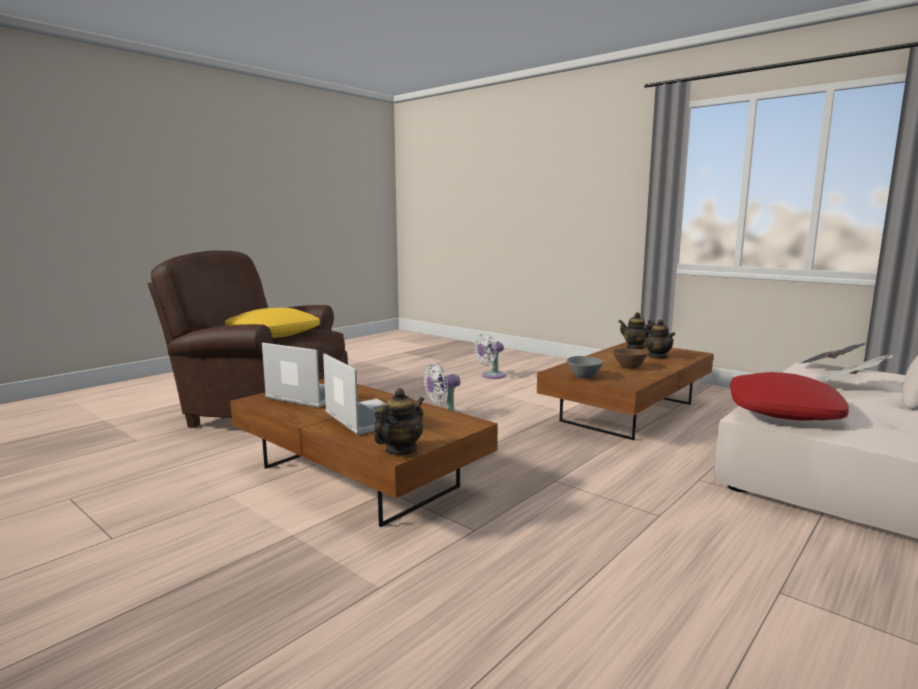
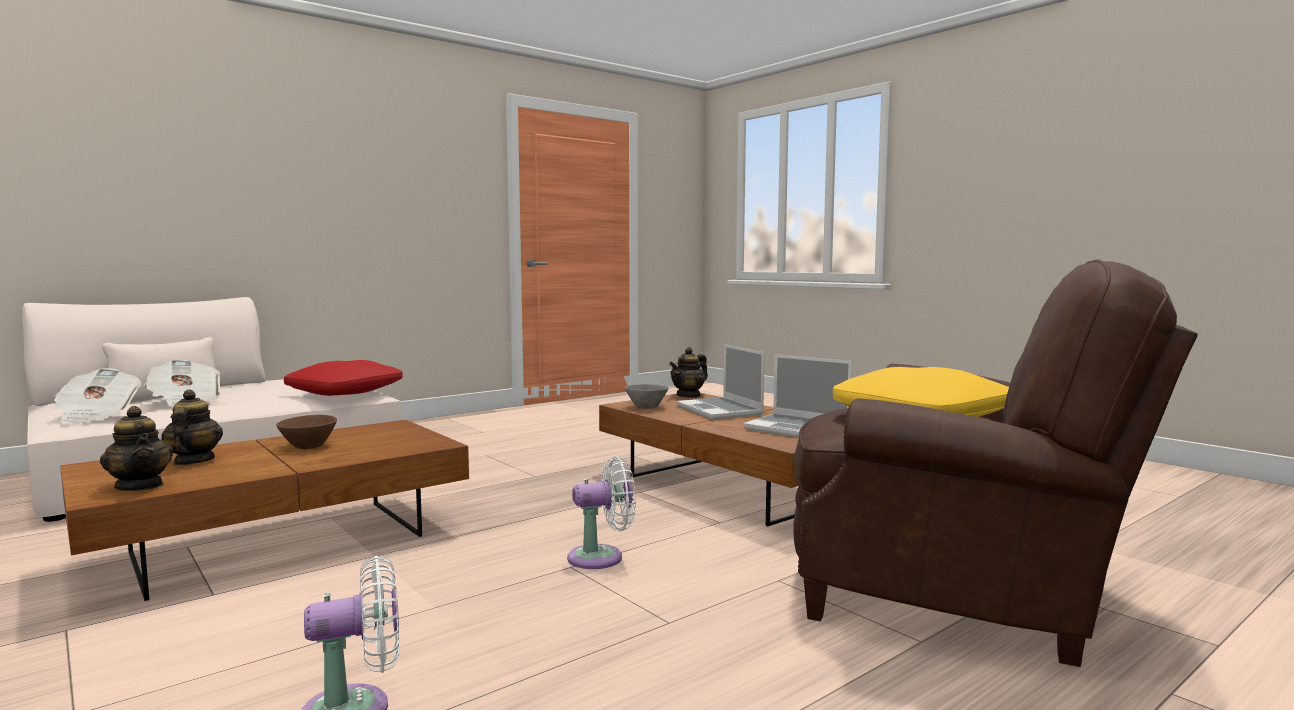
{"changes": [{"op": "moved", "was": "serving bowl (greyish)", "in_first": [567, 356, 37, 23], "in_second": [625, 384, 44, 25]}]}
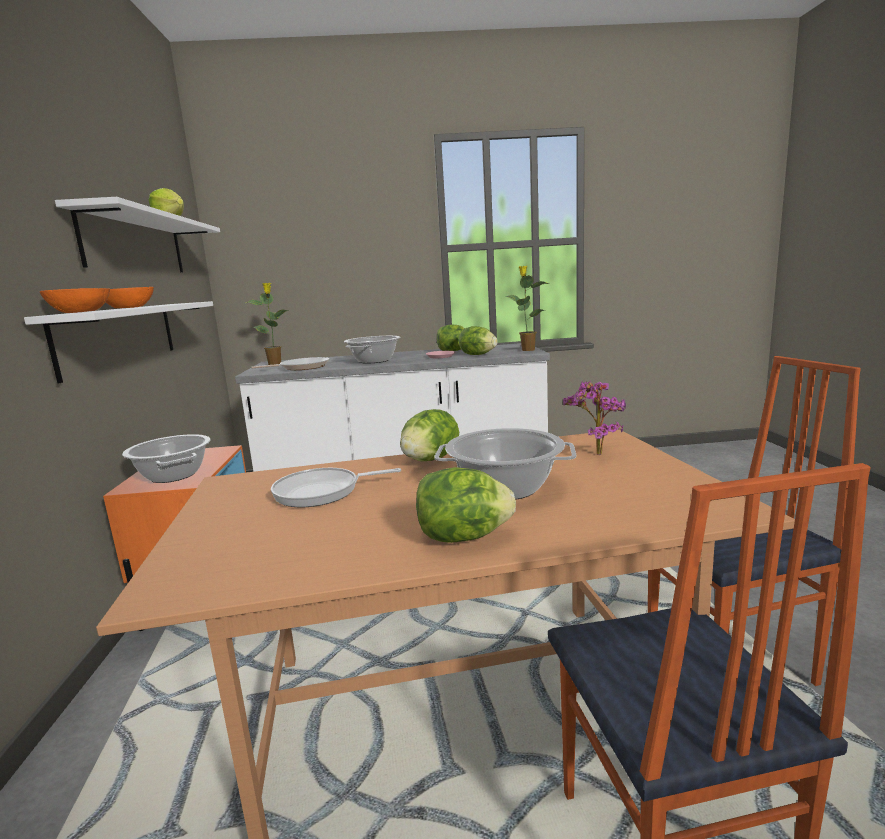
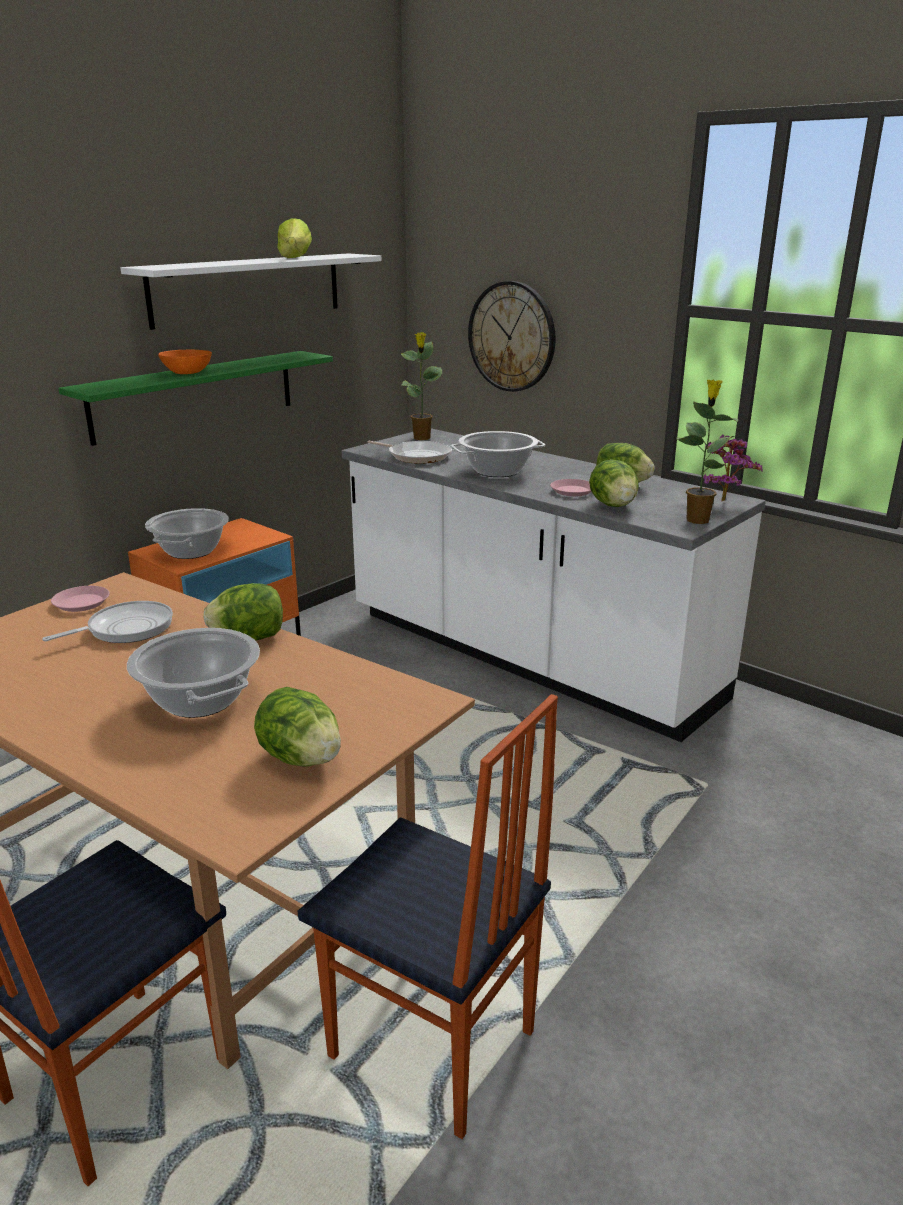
{"changes": [{"op": "recoloured", "was": "bracket shelf (white)", "now": "bracket shelf (green-coloured)", "in_first": [24, 301, 189, 83], "in_second": [58, 351, 275, 95]}, {"op": "removed", "was": "serving bowl (orange-coloured)", "in_first": [40, 288, 70, 25]}, {"op": "turned", "was": "pan", "in_first": [271, 468, 130, 39], "in_second": [42, 601, 131, 42], "clockwise": 105}, {"op": "moved", "was": "lettuce", "in_first": [416, 467, 100, 76], "in_second": [254, 687, 87, 80]}, {"op": "moved", "was": "houseplant", "in_first": [563, 381, 63, 74], "in_second": [703, 434, 60, 67]}, {"op": "added", "now": "dinner plate (pinkish)", "in_second": [51, 586, 59, 26]}, {"op": "added", "now": "hanging clock", "in_second": [468, 281, 88, 111]}]}
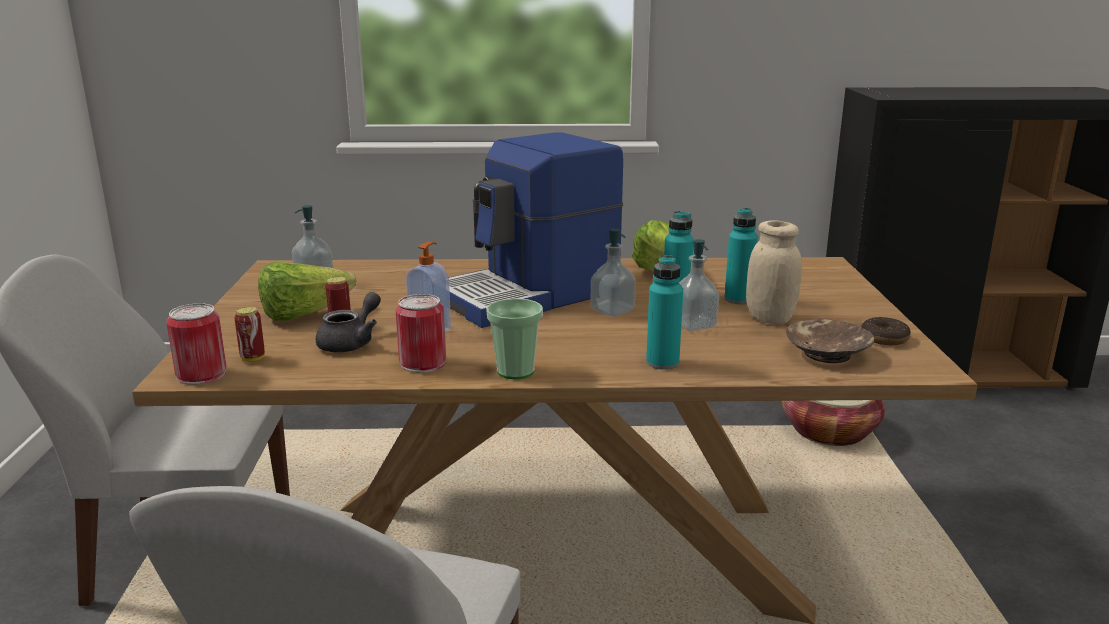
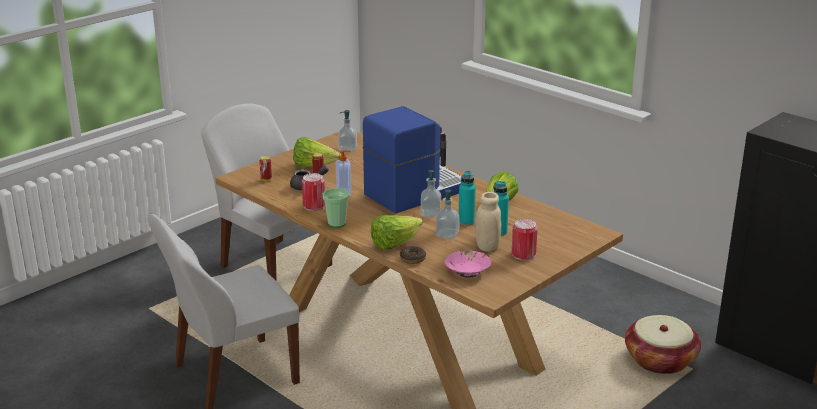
{"changes": [{"op": "moved", "was": "sealed can", "in_first": [166, 303, 60, 82], "in_second": [512, 219, 26, 41]}, {"op": "turned", "was": "coffee machine", "in_first": [449, 132, 174, 196], "in_second": [363, 106, 98, 108], "clockwise": 135}, {"op": "replaced", "was": "drink bottle (blue-green)", "now": "lettuce", "in_first": [646, 255, 37, 115], "in_second": [371, 215, 52, 35]}, {"op": "recoloured", "was": "serving bowl (brownish)", "now": "serving bowl (pinkish)", "in_first": [786, 319, 88, 44], "in_second": [445, 250, 46, 27]}, {"op": "moved", "was": "doughnut", "in_first": [861, 317, 50, 28], "in_second": [400, 246, 26, 18]}]}
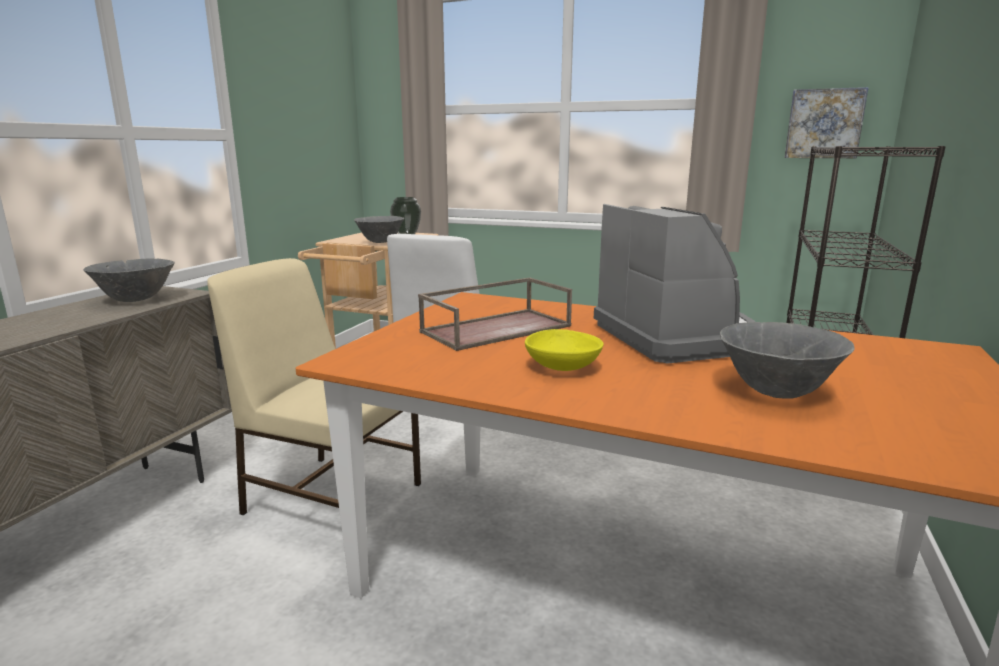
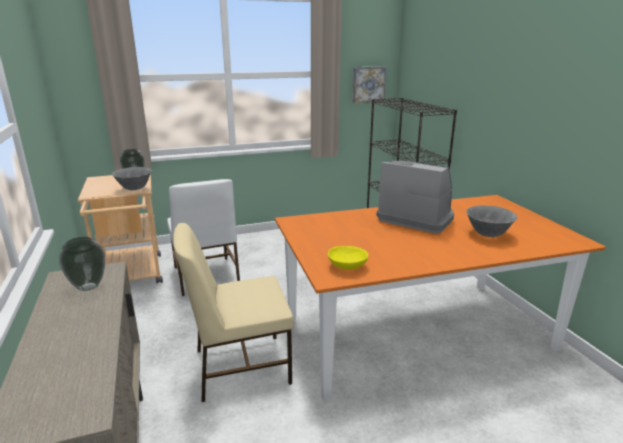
{"changes": [{"op": "replaced", "was": "serving bowl (greyish)", "now": "flower vase", "in_first": [83, 258, 92, 44], "in_second": [59, 237, 46, 54]}, {"op": "removed", "was": "serving tray (brownish)", "in_first": [418, 278, 154, 73]}, {"op": "moved", "was": "serving bowl (yellowish)", "in_first": [525, 329, 79, 42], "in_second": [328, 246, 40, 24]}]}
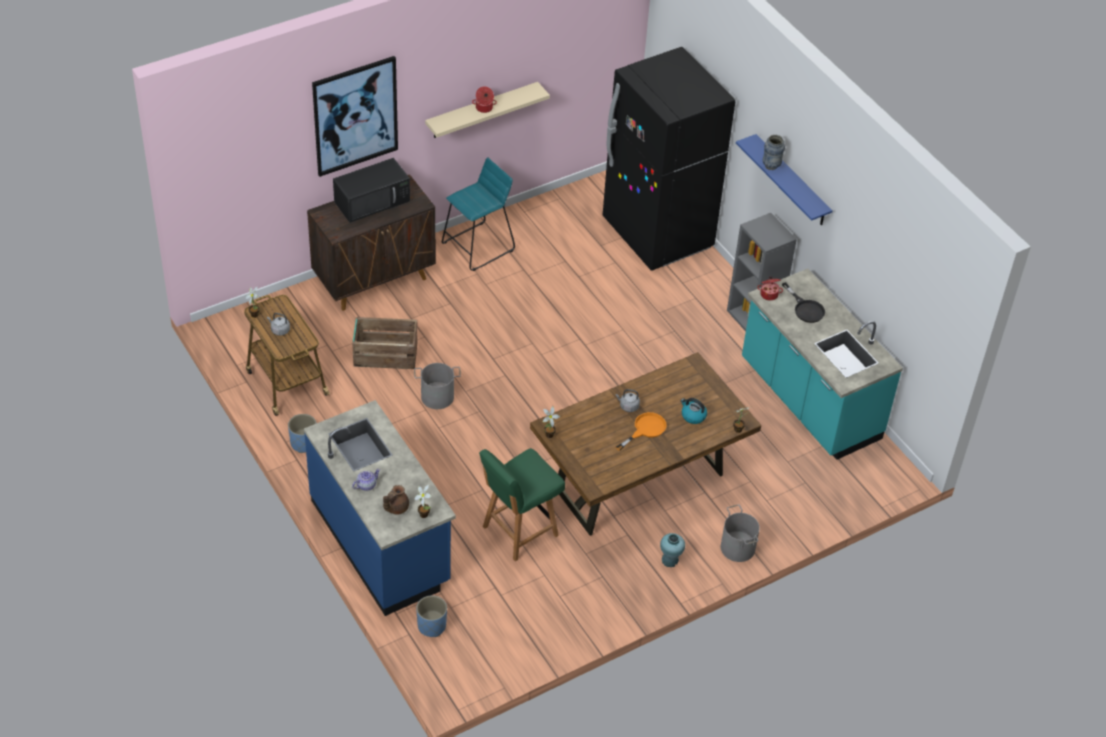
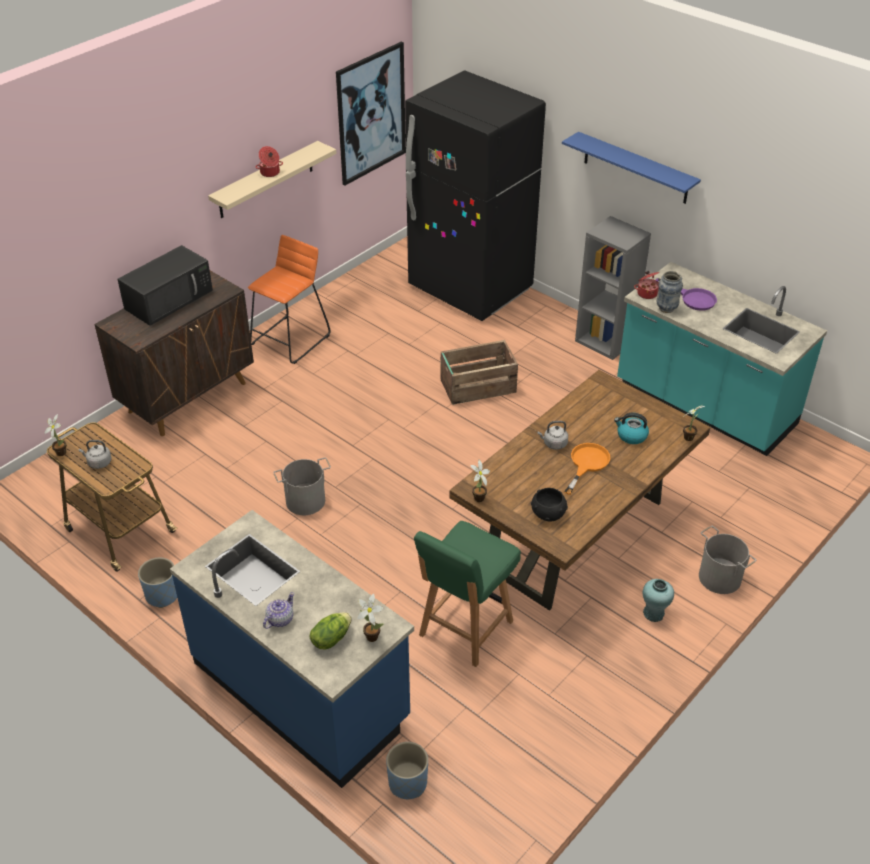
{"changes": [{"op": "moved", "was": "wall art", "in_first": [312, 56, 86, 121], "in_second": [336, 42, 70, 144]}, {"op": "moved", "was": "packing crate", "in_first": [352, 317, 65, 52], "in_second": [441, 340, 77, 65]}, {"op": "replaced", "was": "teapot (brownish)", "now": "lettuce", "in_first": [383, 485, 26, 30], "in_second": [310, 612, 42, 37]}, {"op": "recoloured", "was": "stool (blue-green)", "now": "stool (orange-coloured)", "in_first": [442, 157, 73, 114], "in_second": [248, 235, 83, 129]}, {"op": "moved", "was": "flower vase", "in_first": [763, 135, 22, 35], "in_second": [657, 271, 26, 42]}, {"op": "recoloured", "was": "pan (blackish)", "now": "pan (purple)", "in_first": [782, 282, 43, 41], "in_second": [655, 278, 62, 33]}, {"op": "added", "now": "serving bowl (blackish)", "in_second": [531, 488, 37, 34]}]}
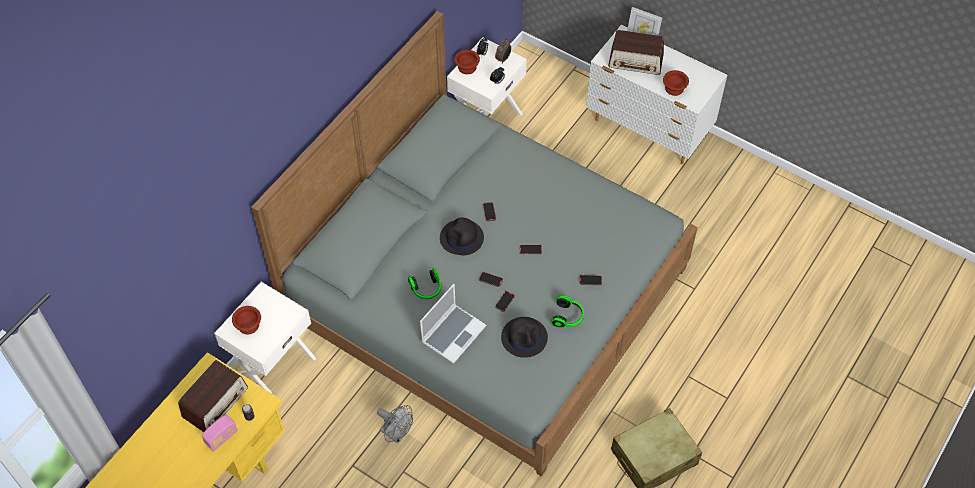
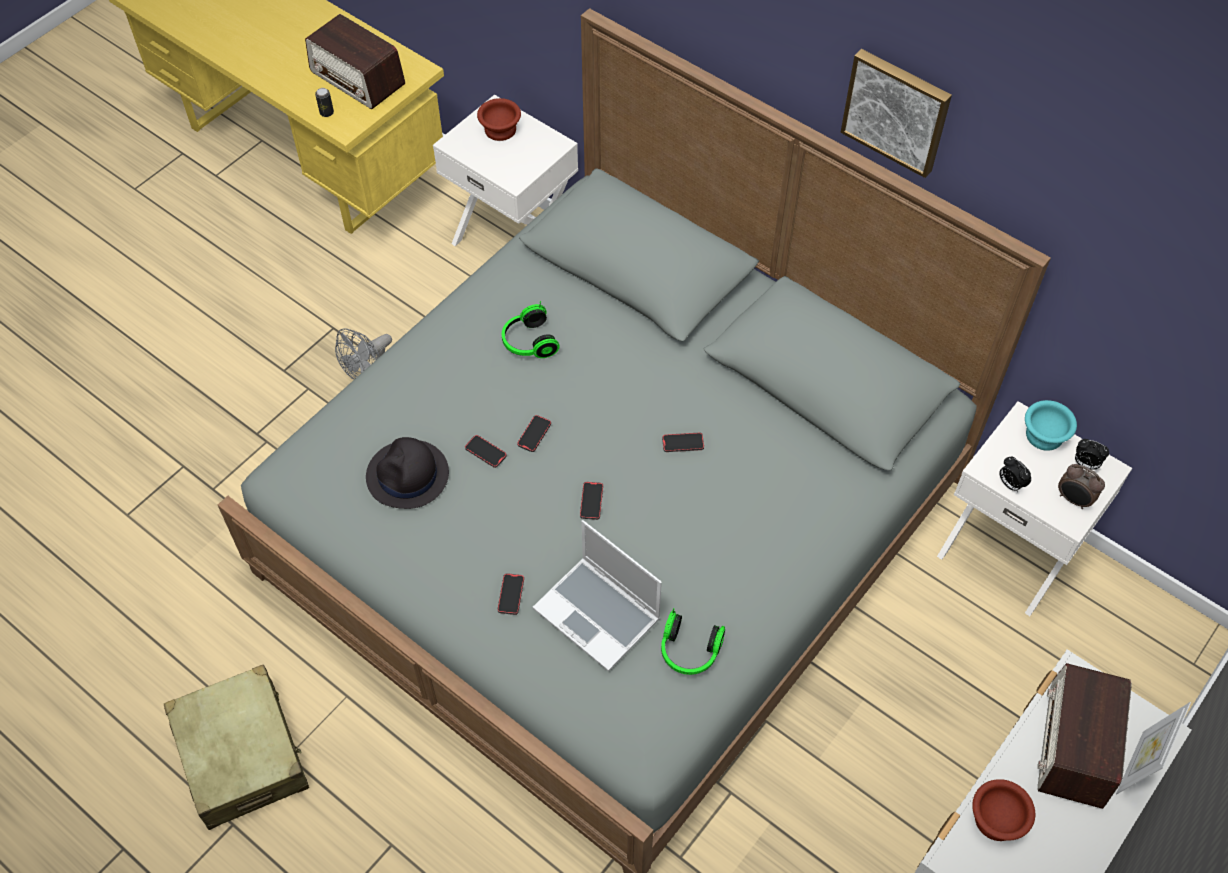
{"changes": [{"op": "removed", "was": "radio set", "in_first": [201, 414, 37, 38]}, {"op": "moved", "was": "notebook computer", "in_first": [420, 284, 66, 80], "in_second": [533, 520, 129, 152]}, {"op": "removed", "was": "hat (blackish)", "in_first": [440, 218, 44, 37]}, {"op": "recoloured", "was": "serving bowl (brownish)", "now": "serving bowl (blue-green)", "in_first": [455, 50, 25, 24], "in_second": [1025, 400, 52, 51]}, {"op": "moved", "was": "pair of headphones", "in_first": [551, 296, 33, 32], "in_second": [661, 608, 64, 67]}, {"op": "added", "now": "wall art", "in_second": [841, 49, 111, 129]}]}
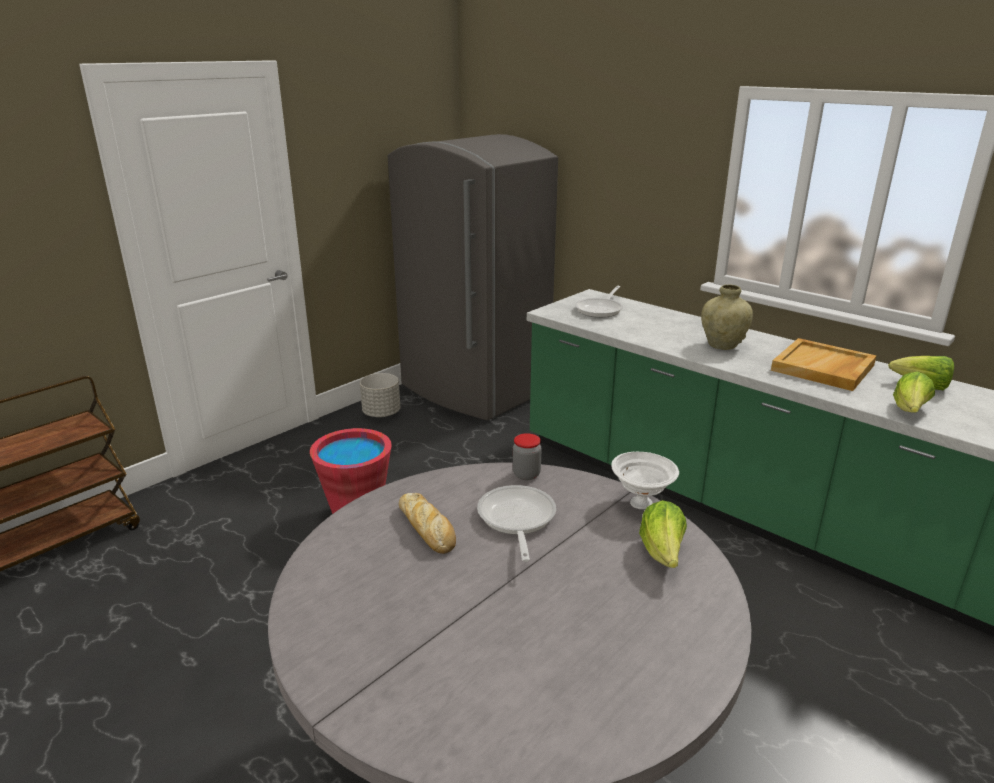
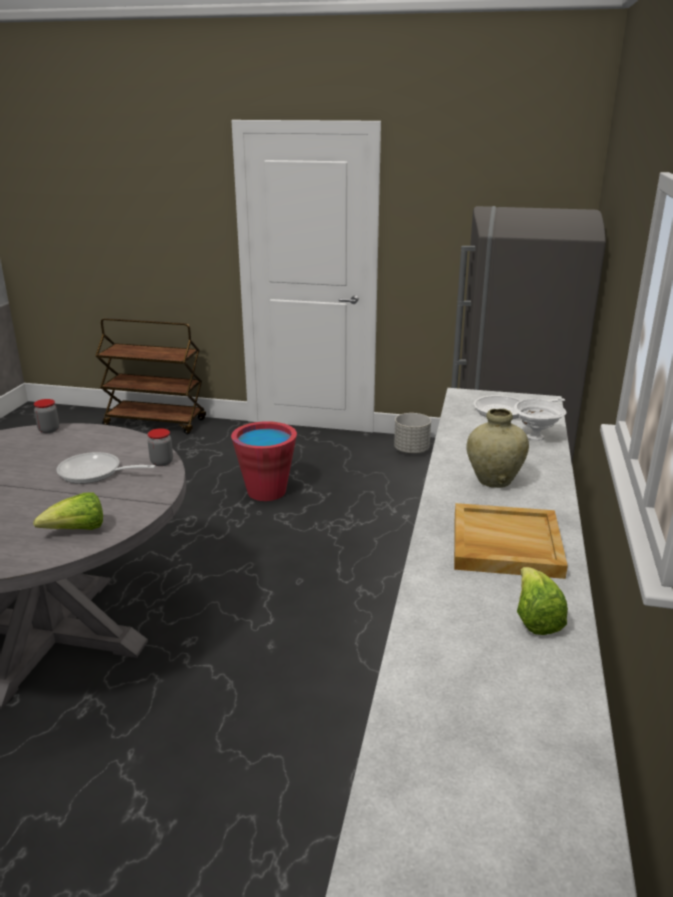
{"changes": [{"op": "removed", "was": "bread", "in_first": [399, 493, 57, 61]}, {"op": "turned", "was": "pan", "in_first": [477, 485, 79, 77], "in_second": [56, 452, 100, 32], "clockwise": -135}, {"op": "moved", "was": "serving bowl (white)", "in_first": [611, 452, 68, 57], "in_second": [514, 399, 53, 42]}, {"op": "removed", "was": "lettuce", "in_first": [893, 371, 42, 42]}, {"op": "added", "now": "jar", "in_second": [34, 399, 25, 34]}]}
